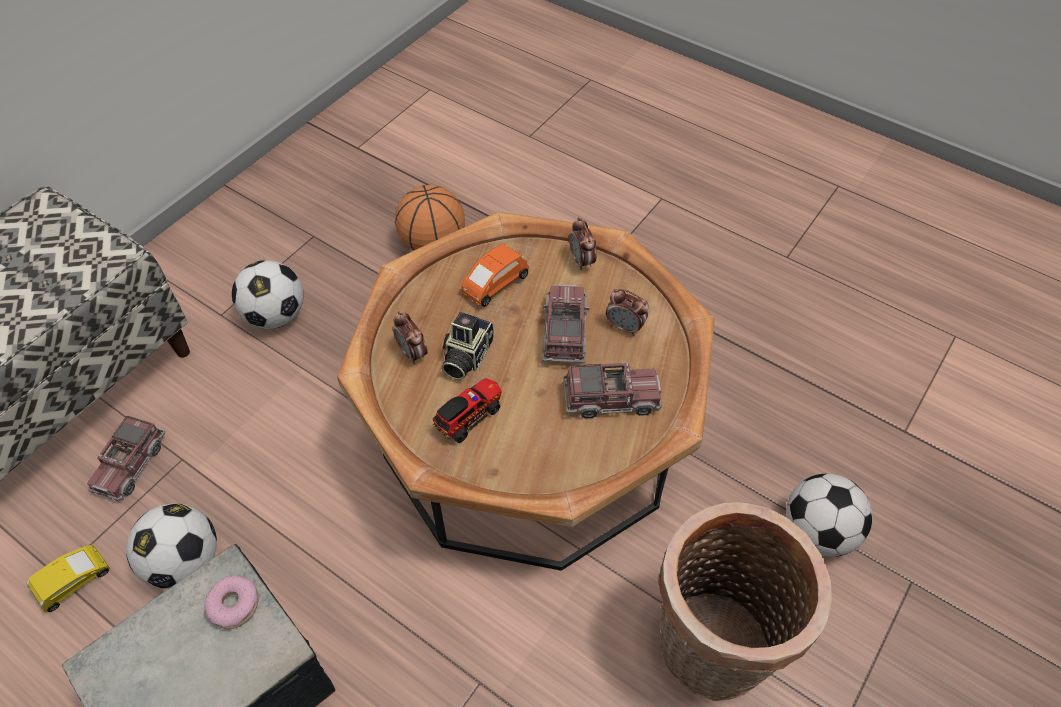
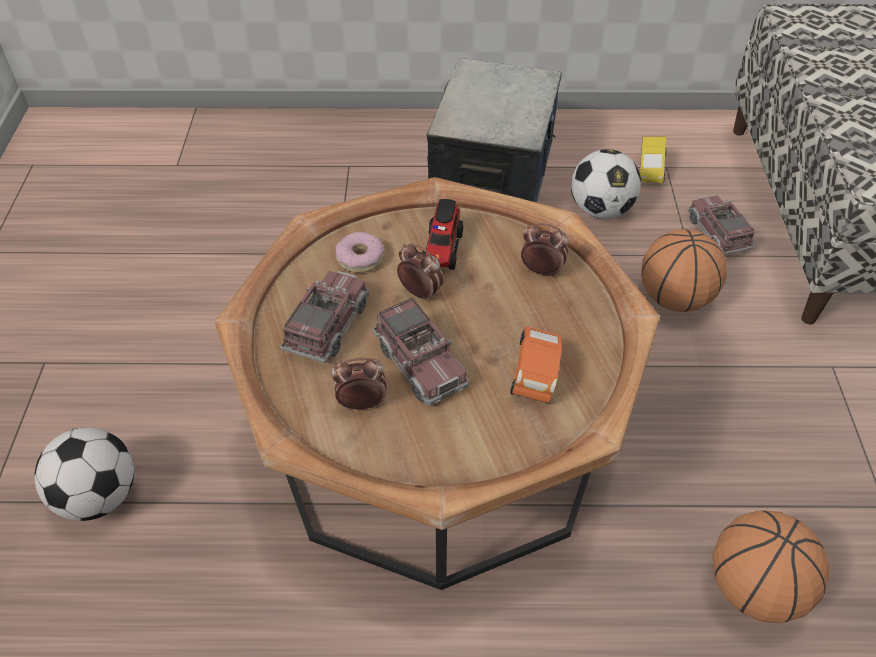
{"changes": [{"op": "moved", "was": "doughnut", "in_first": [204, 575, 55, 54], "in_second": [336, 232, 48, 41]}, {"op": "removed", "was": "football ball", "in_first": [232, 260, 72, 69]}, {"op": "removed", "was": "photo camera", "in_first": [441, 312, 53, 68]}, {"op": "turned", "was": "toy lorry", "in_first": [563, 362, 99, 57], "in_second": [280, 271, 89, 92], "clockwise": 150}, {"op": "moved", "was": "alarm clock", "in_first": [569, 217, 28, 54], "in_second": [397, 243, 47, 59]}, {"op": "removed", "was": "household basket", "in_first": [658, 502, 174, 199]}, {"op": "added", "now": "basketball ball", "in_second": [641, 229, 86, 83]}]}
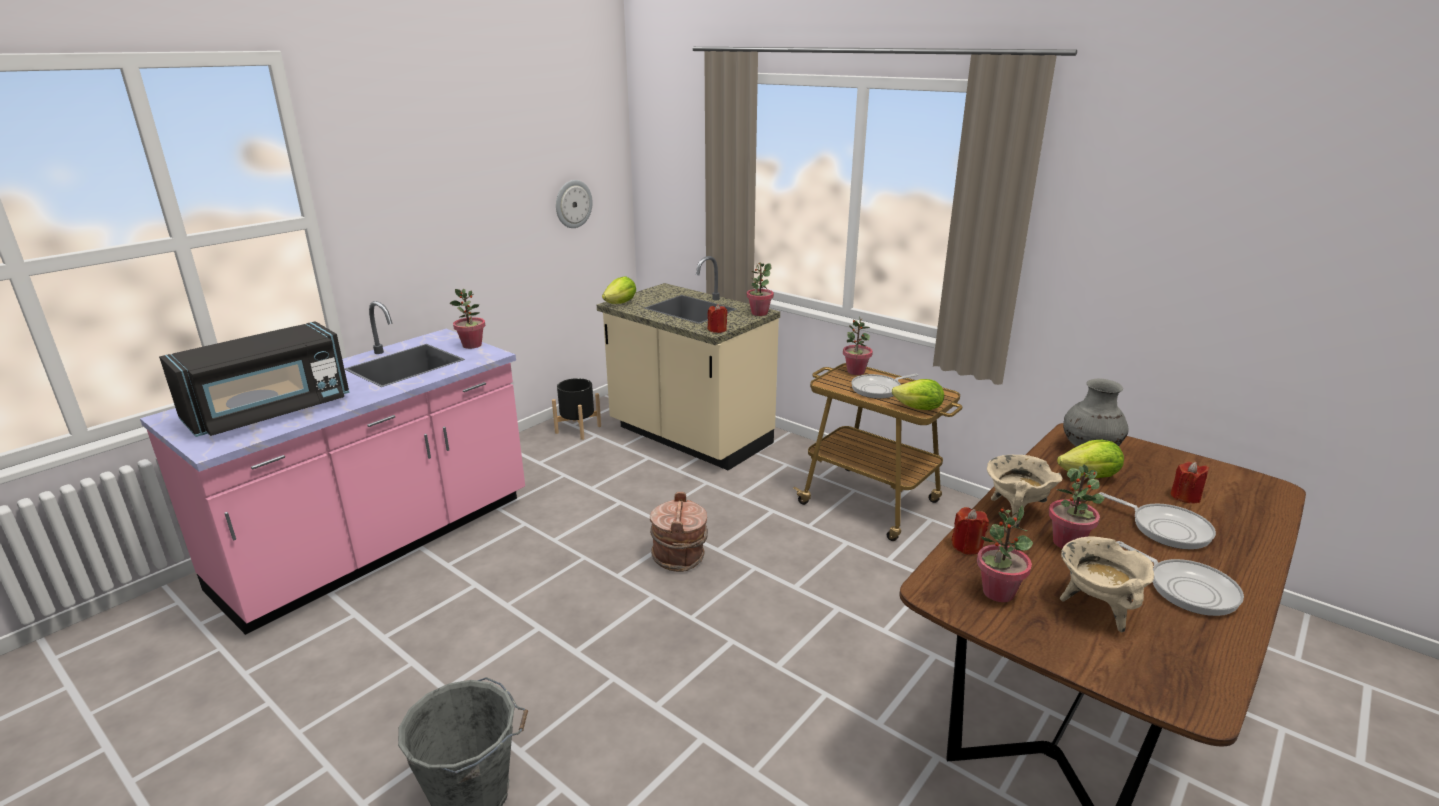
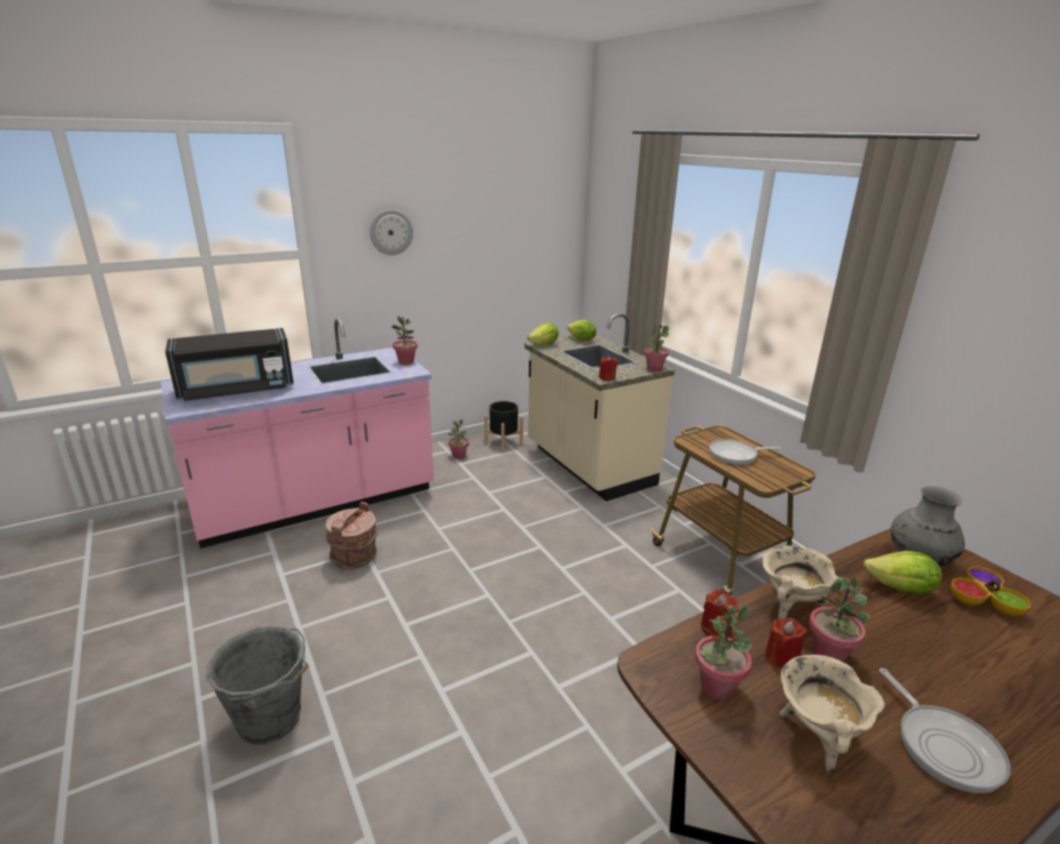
{"changes": [{"op": "moved", "was": "hanging clock", "in_first": [556, 180, 37, 48], "in_second": [370, 209, 43, 46]}, {"op": "moved", "was": "water bucket (brownish)", "in_first": [650, 492, 58, 80], "in_second": [325, 502, 53, 68]}, {"op": "moved", "was": "houseplant", "in_first": [843, 317, 30, 58], "in_second": [448, 419, 21, 40]}, {"op": "moved", "was": "lettuce", "in_first": [892, 379, 52, 31], "in_second": [567, 320, 29, 21]}, {"op": "removed", "was": "pan", "in_first": [1098, 492, 118, 57]}, {"op": "moved", "was": "candle (reddish)", "in_first": [1170, 462, 39, 42], "in_second": [765, 618, 42, 51]}, {"op": "added", "now": "serving bowl", "in_second": [951, 566, 80, 51]}]}
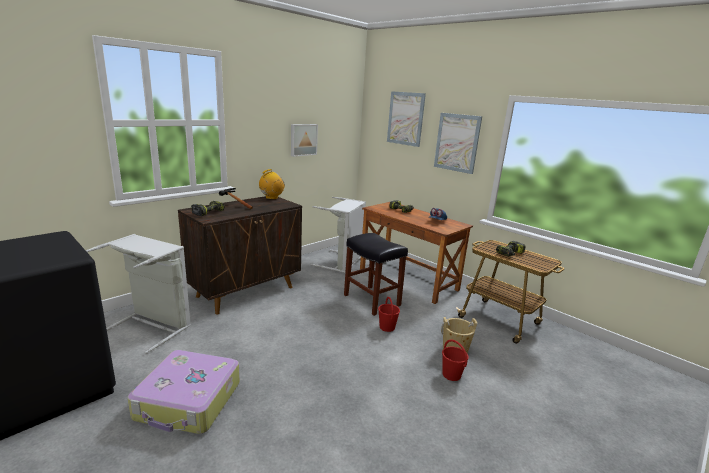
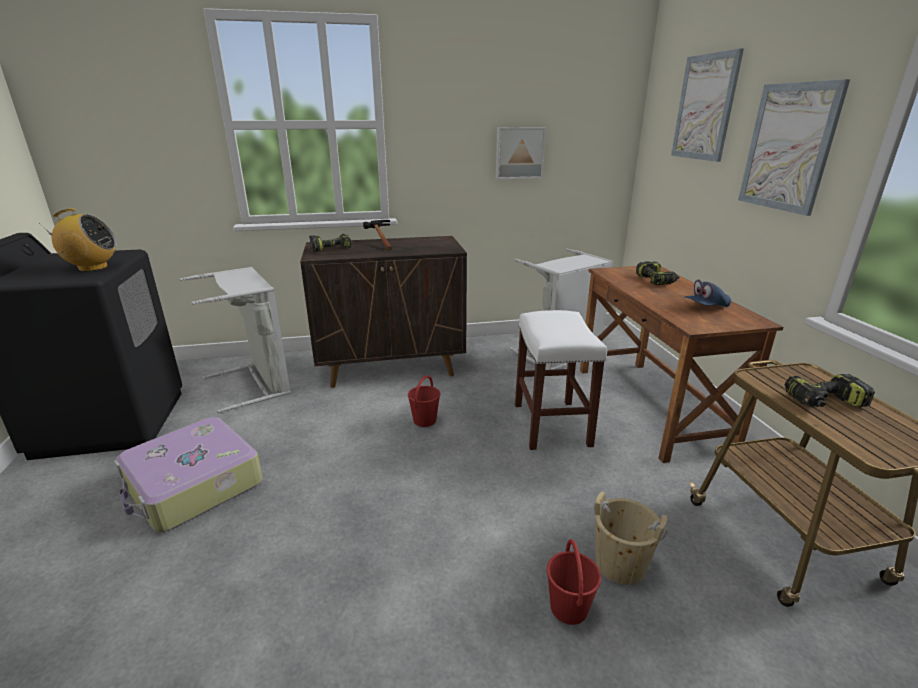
{"changes": [{"op": "moved", "was": "radio set", "in_first": [259, 169, 26, 30], "in_second": [39, 208, 78, 64]}, {"op": "recoloured", "was": "stool (blackish)", "now": "stool (white)", "in_first": [344, 233, 64, 83], "in_second": [515, 310, 92, 140]}, {"op": "moved", "was": "water bucket (reddish)", "in_first": [378, 297, 22, 35], "in_second": [408, 375, 32, 52]}]}
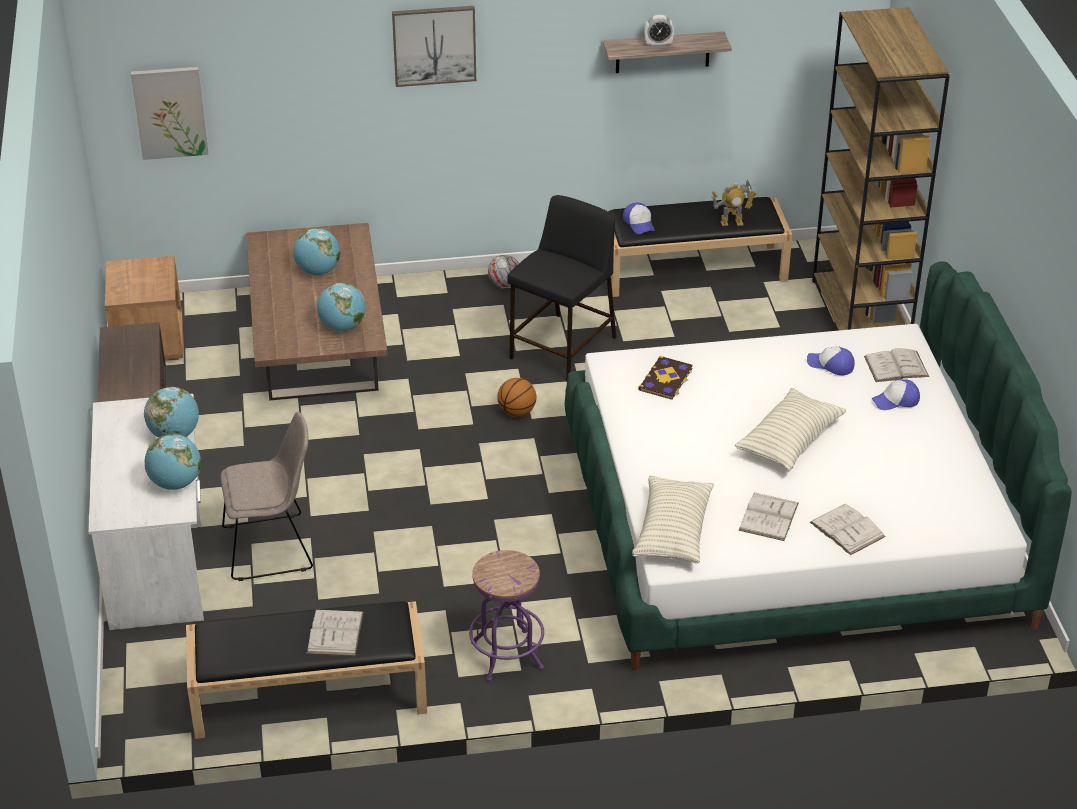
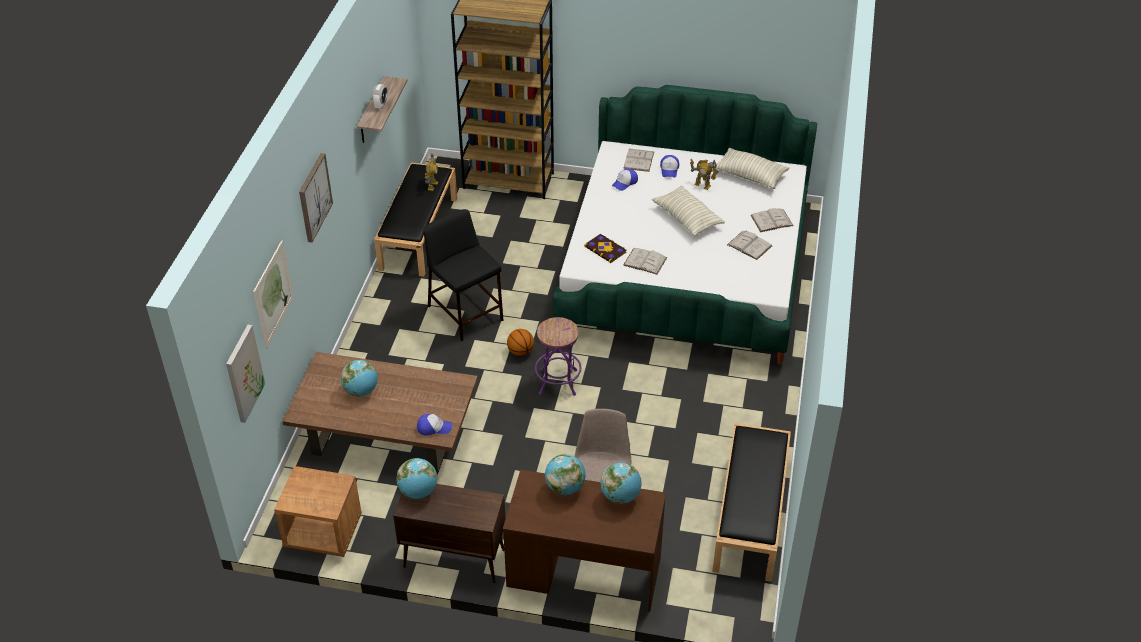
{"changes": [{"op": "recoloured", "was": "desk table (white)", "now": "desk table (brownish)", "in_first": [88, 394, 116, 236], "in_second": [503, 470, 163, 141]}, {"op": "moved", "was": "book (white)", "in_first": [307, 609, 57, 47], "in_second": [623, 248, 44, 27]}, {"op": "moved", "was": "globe", "in_first": [317, 282, 49, 49], "in_second": [397, 458, 40, 41]}, {"op": "moved", "was": "stool (purple)", "in_first": [469, 550, 75, 132], "in_second": [535, 317, 46, 79]}, {"op": "removed", "was": "football ball", "in_first": [488, 255, 31, 33]}, {"op": "moved", "was": "cap", "in_first": [623, 202, 32, 32], "in_second": [417, 414, 35, 21]}, {"op": "moved", "was": "cushion", "in_first": [632, 475, 82, 88], "in_second": [716, 148, 73, 41]}, {"op": "added", "now": "wall art", "in_second": [253, 240, 41, 108]}, {"op": "added", "now": "toy robot", "in_second": [690, 159, 29, 31]}]}
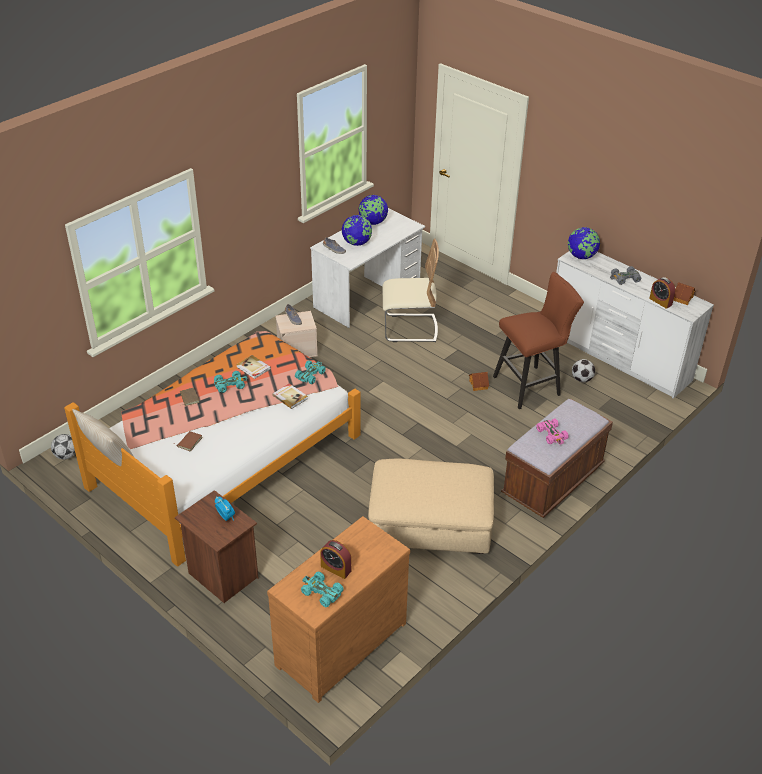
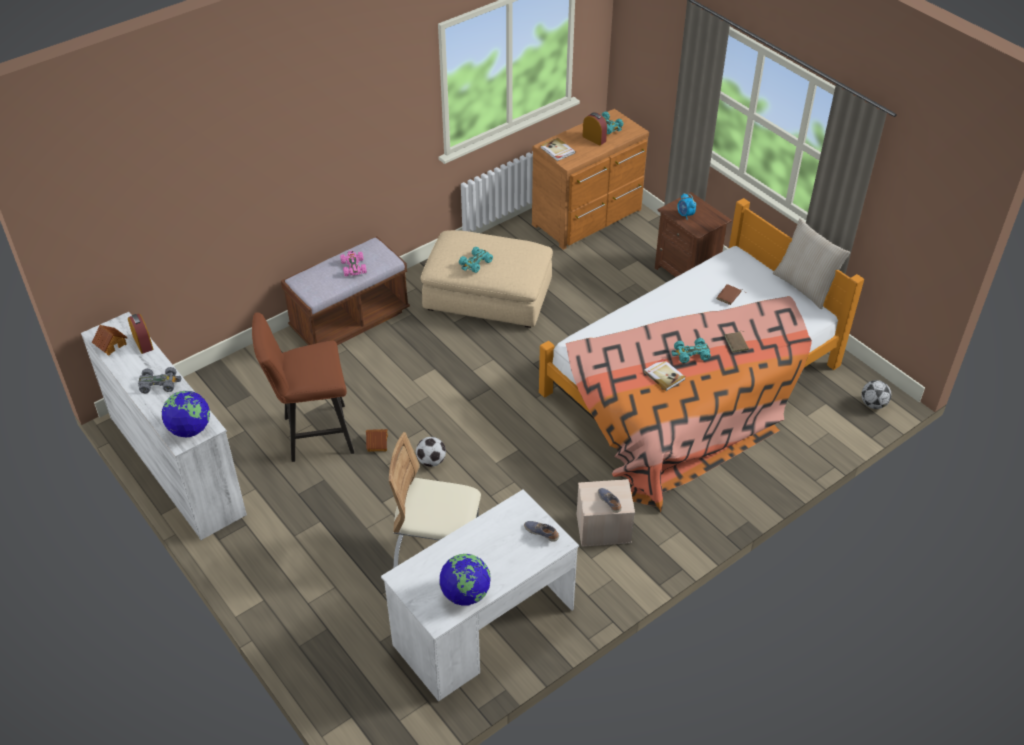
{"changes": [{"op": "moved", "was": "book", "in_first": [272, 383, 36, 26], "in_second": [541, 138, 35, 23]}, {"op": "moved", "was": "model car (blue-green)", "in_first": [295, 360, 31, 24], "in_second": [459, 247, 34, 26]}, {"op": "removed", "was": "globe", "in_first": [342, 215, 30, 31]}, {"op": "moved", "was": "football ball", "in_first": [572, 359, 23, 23], "in_second": [416, 437, 30, 30]}]}
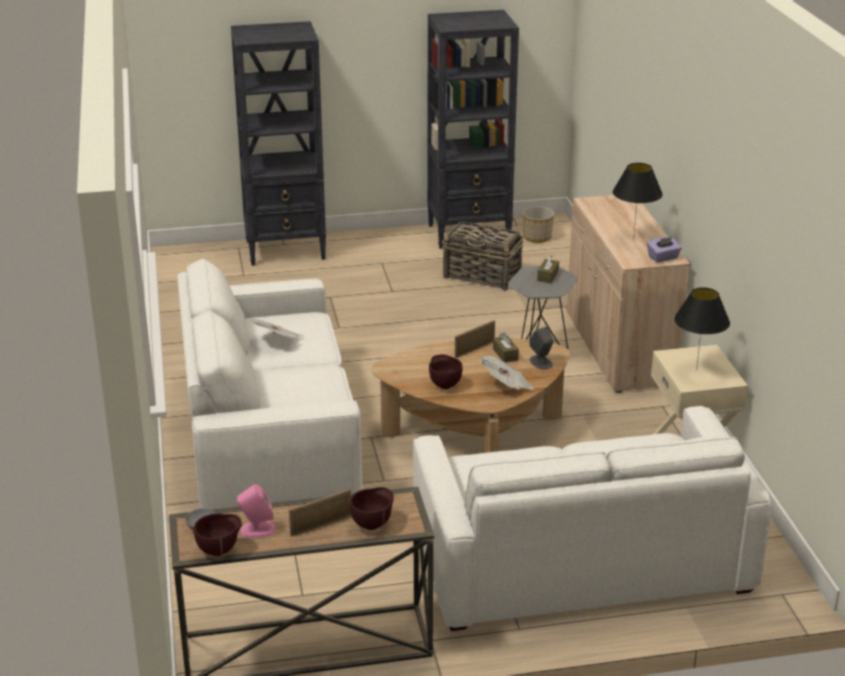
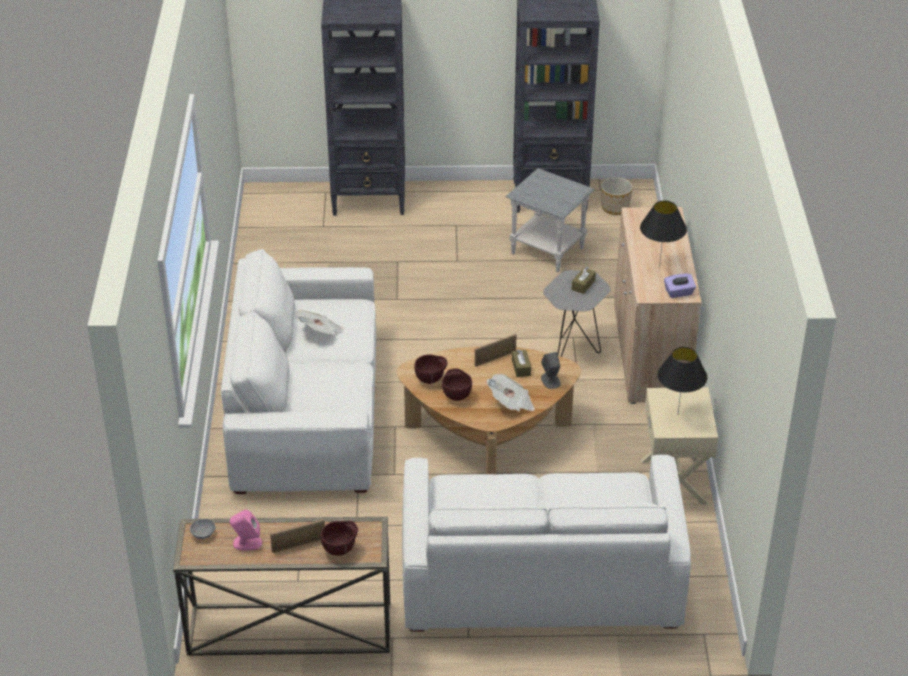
{"changes": [{"op": "moved", "was": "serving bowl (brownish)", "in_first": [194, 513, 48, 43], "in_second": [414, 355, 34, 29]}, {"op": "replaced", "was": "household basket", "now": "end table (greyish)", "in_first": [442, 221, 82, 70], "in_second": [506, 168, 88, 104]}]}
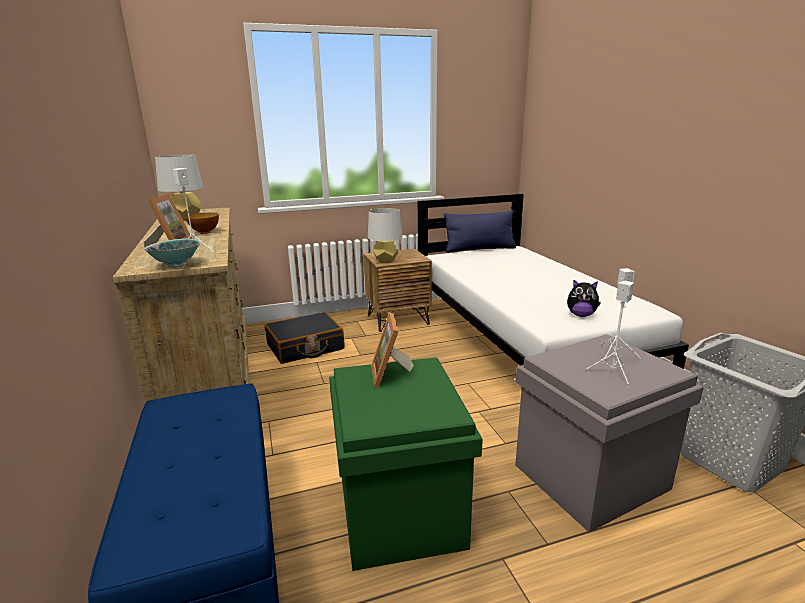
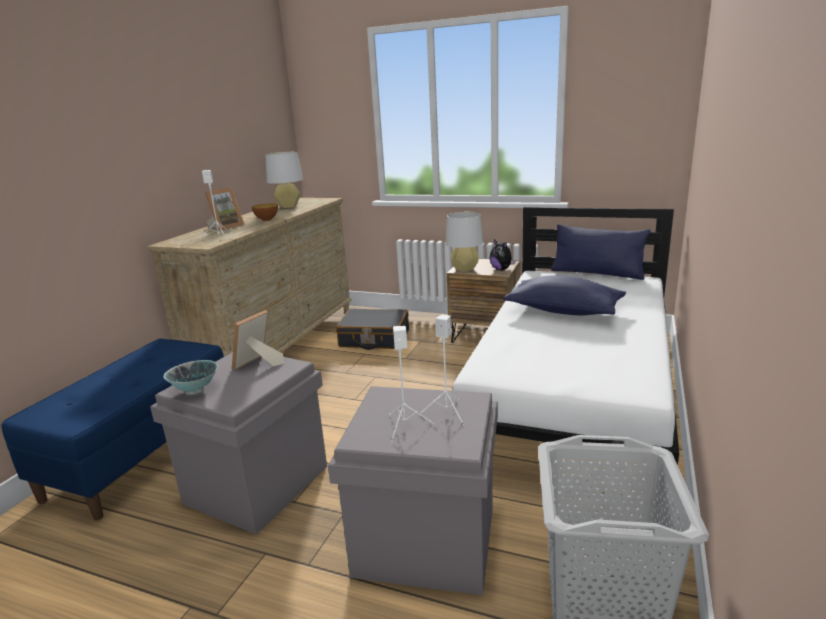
{"changes": [{"op": "moved", "was": "serving bowl", "in_first": [144, 239, 57, 29], "in_second": [164, 360, 54, 34]}, {"op": "recoloured", "was": "storage bin (green-coloured)", "now": "storage bin (greyish)", "in_first": [329, 357, 154, 214], "in_second": [150, 352, 177, 183]}, {"op": "moved", "was": "cuddly toy", "in_first": [567, 280, 34, 37], "in_second": [490, 239, 26, 31]}, {"op": "added", "now": "cushion (blue)", "in_second": [503, 276, 123, 40]}]}
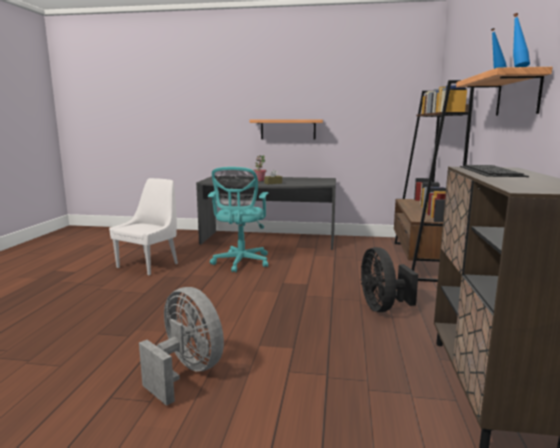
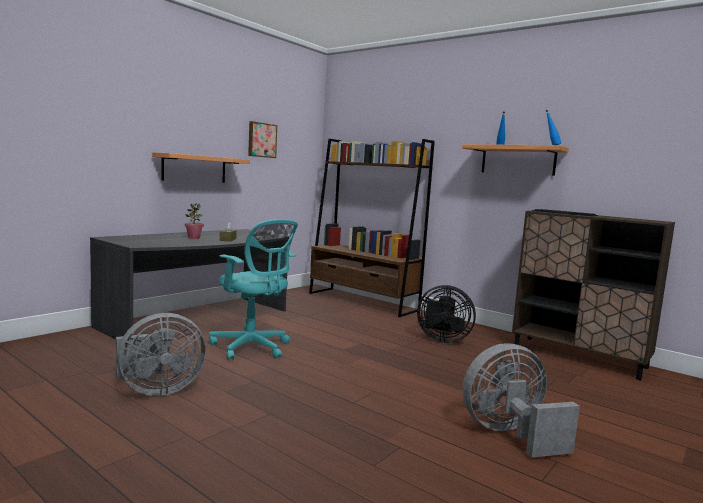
{"changes": [{"op": "replaced", "was": "chair (white)", "now": "electric fan (greyish)", "in_first": [109, 178, 69, 97], "in_second": [116, 313, 90, 83]}, {"op": "added", "now": "wall art", "in_second": [248, 121, 29, 37]}]}
